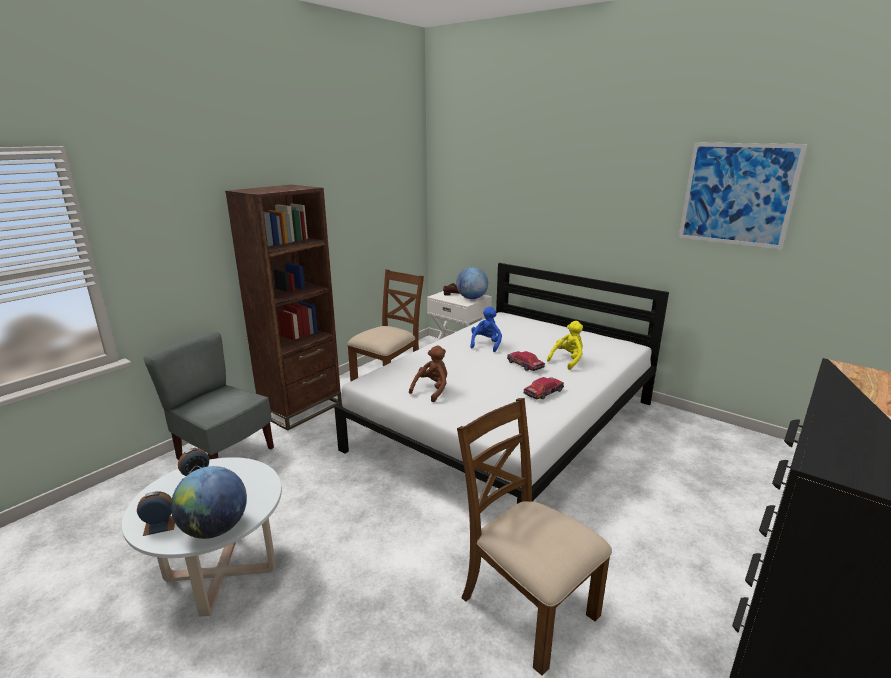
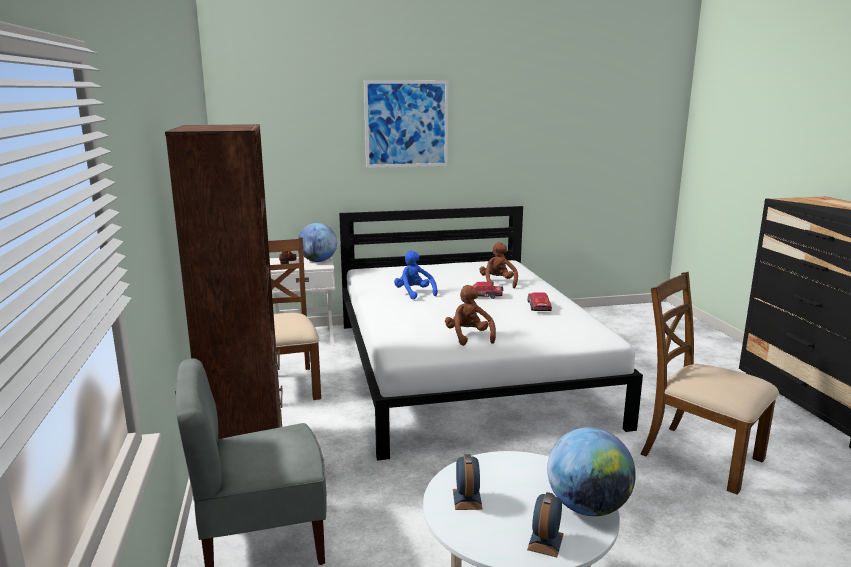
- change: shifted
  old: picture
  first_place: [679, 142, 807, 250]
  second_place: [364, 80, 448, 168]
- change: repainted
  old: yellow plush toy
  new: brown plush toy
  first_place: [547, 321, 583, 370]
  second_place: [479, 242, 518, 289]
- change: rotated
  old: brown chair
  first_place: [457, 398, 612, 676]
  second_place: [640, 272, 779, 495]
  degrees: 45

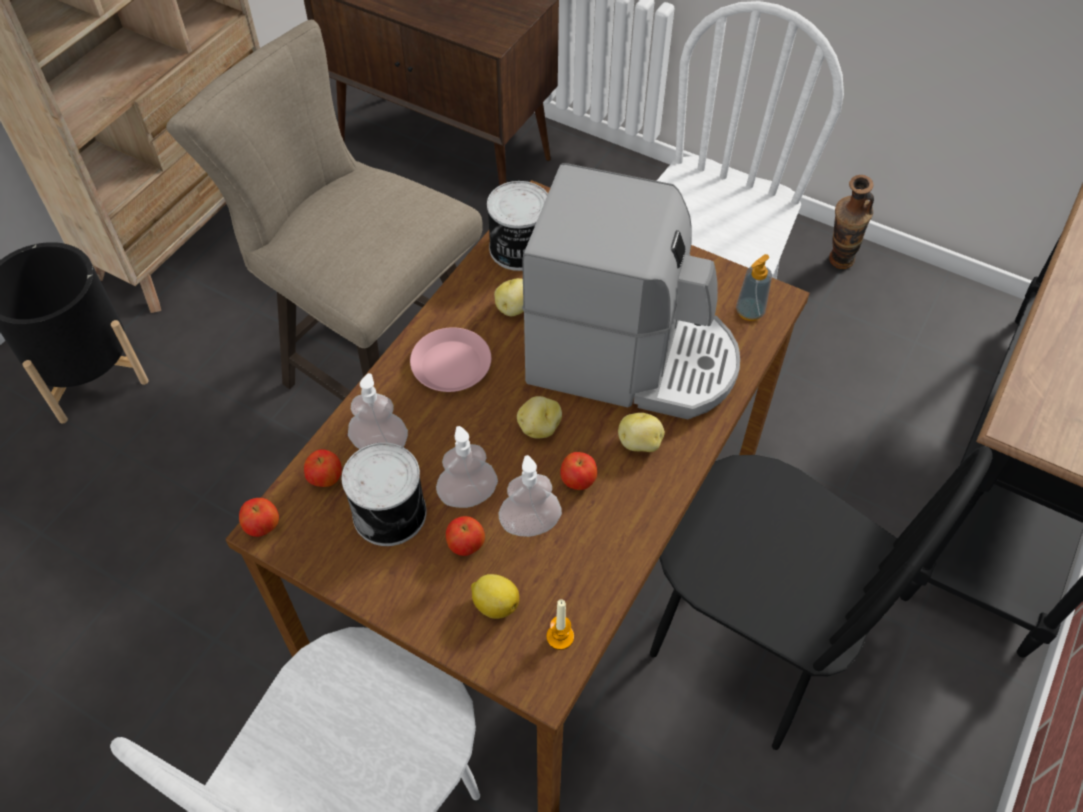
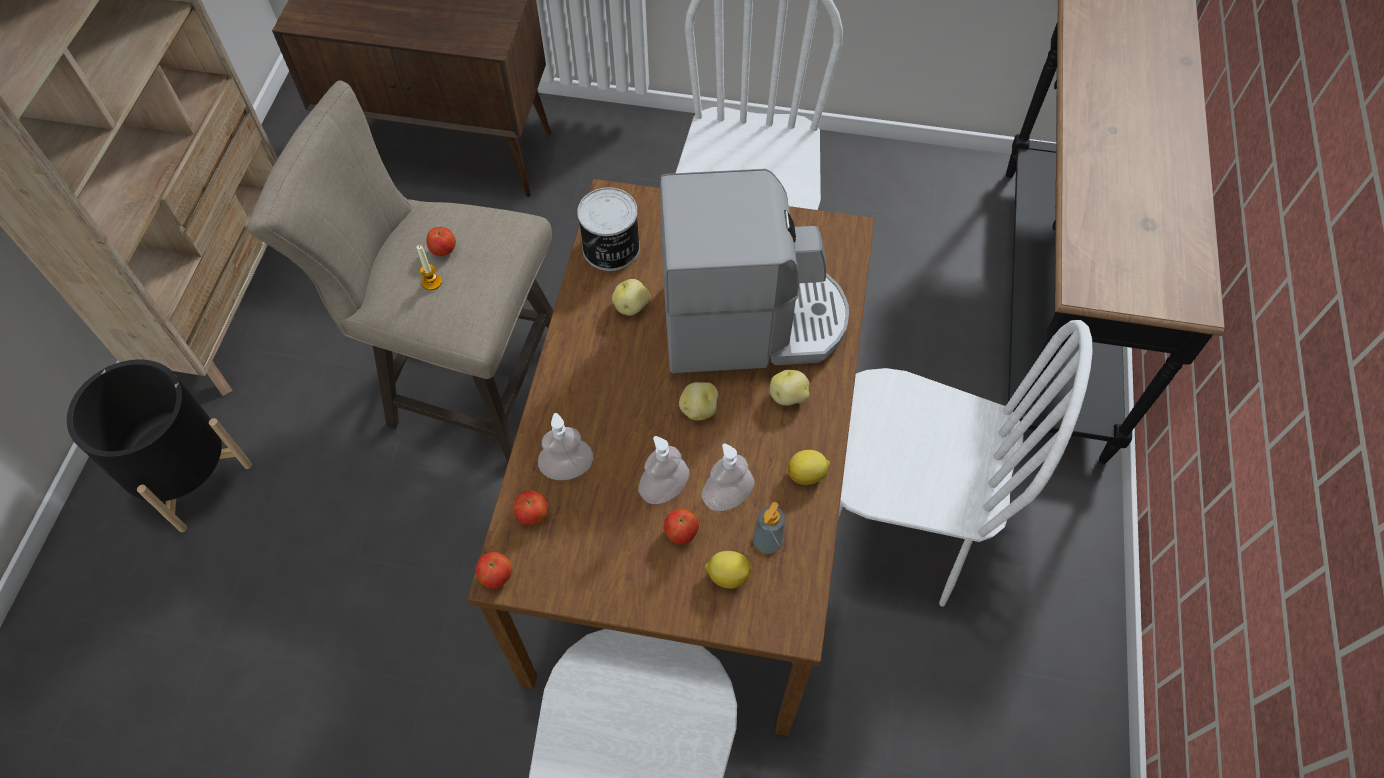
- change: gone
  old: can
  first_place: [342, 442, 427, 546]
- change: gone
  old: pink plate
  first_place: [410, 327, 491, 392]
- change: gone
  old: vase
  first_place: [829, 175, 874, 269]
- change: new
  new: lemon
  second_place: [788, 450, 830, 485]
- change: shifted
  old: candle
  first_place: [546, 600, 574, 650]
  second_place: [417, 245, 442, 290]
- change: shifted
  old: apple
  first_place: [560, 452, 597, 490]
  second_place: [426, 227, 456, 256]
- change: shifted
  old: soap dispenser
  first_place: [736, 254, 772, 321]
  second_place: [753, 502, 785, 554]
- change: repainted
  old: black chair
  new: white chair
  first_place: [650, 446, 992, 750]
  second_place: [838, 320, 1093, 607]

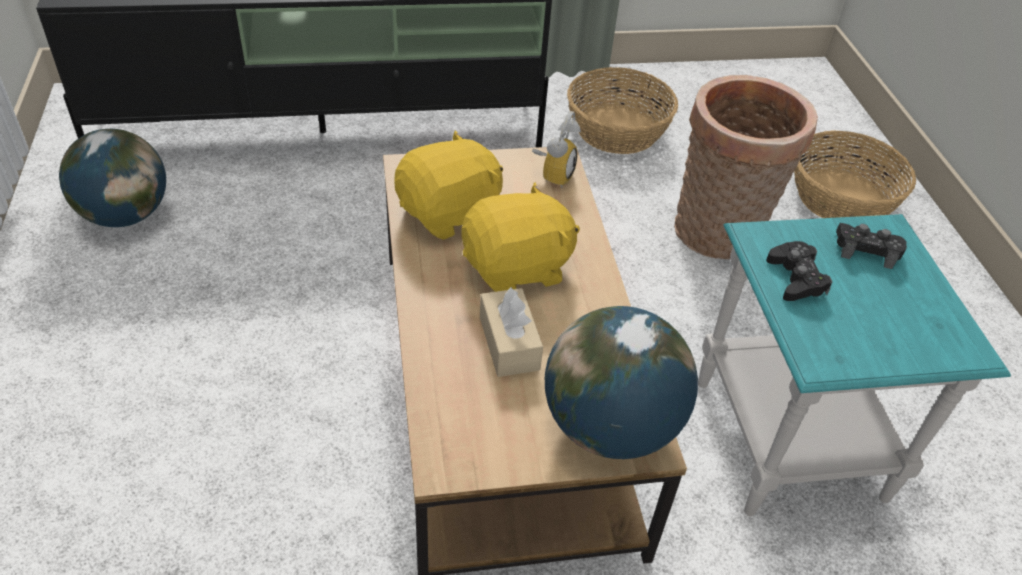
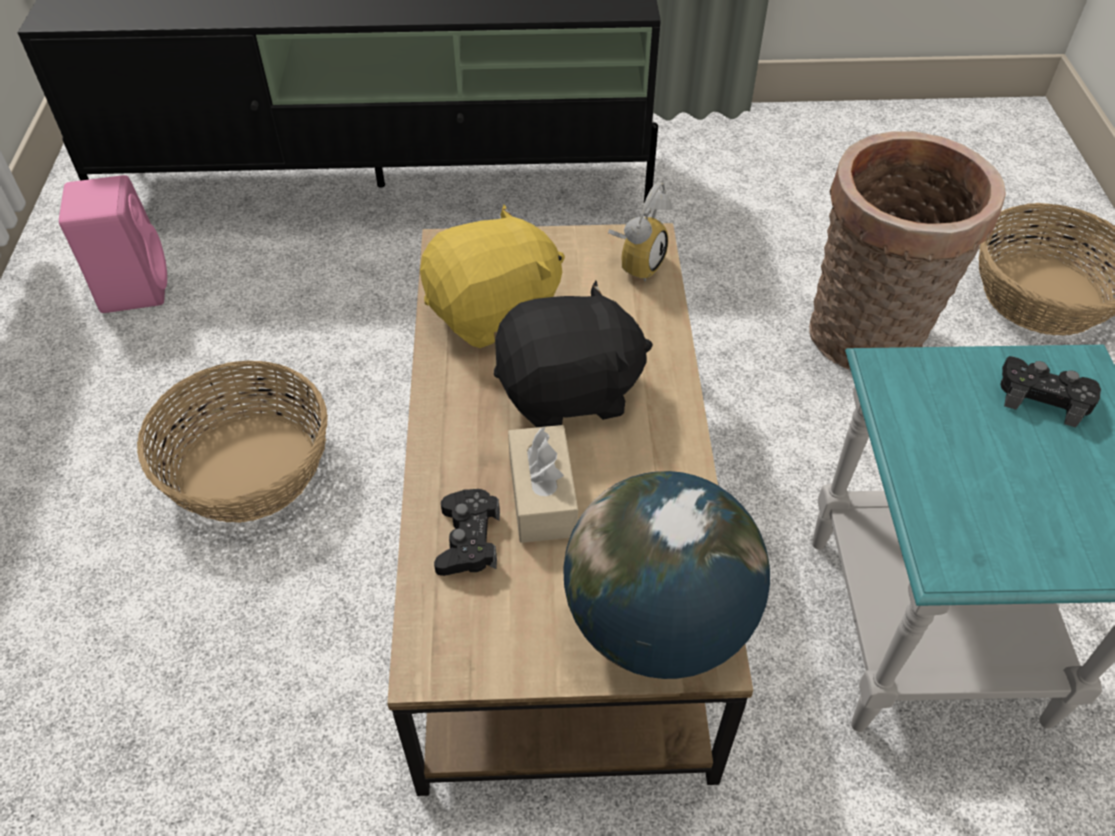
- change: shifted
  old: basket
  first_place: [567, 67, 678, 154]
  second_place: [137, 361, 328, 523]
- change: shifted
  old: black game controller
  first_place: [766, 241, 833, 301]
  second_place: [434, 489, 500, 576]
- change: swapped
  old: globe
  new: pink speaker
  first_place: [59, 129, 166, 227]
  second_place: [59, 175, 167, 313]
- change: repainted
  old: yellow plush toy
  new: black plush toy
  first_place: [462, 182, 580, 292]
  second_place: [494, 281, 653, 427]

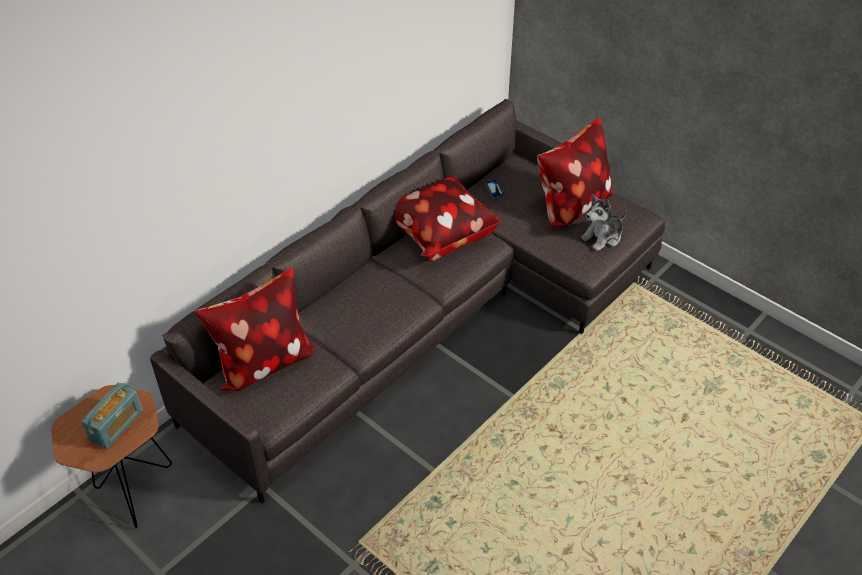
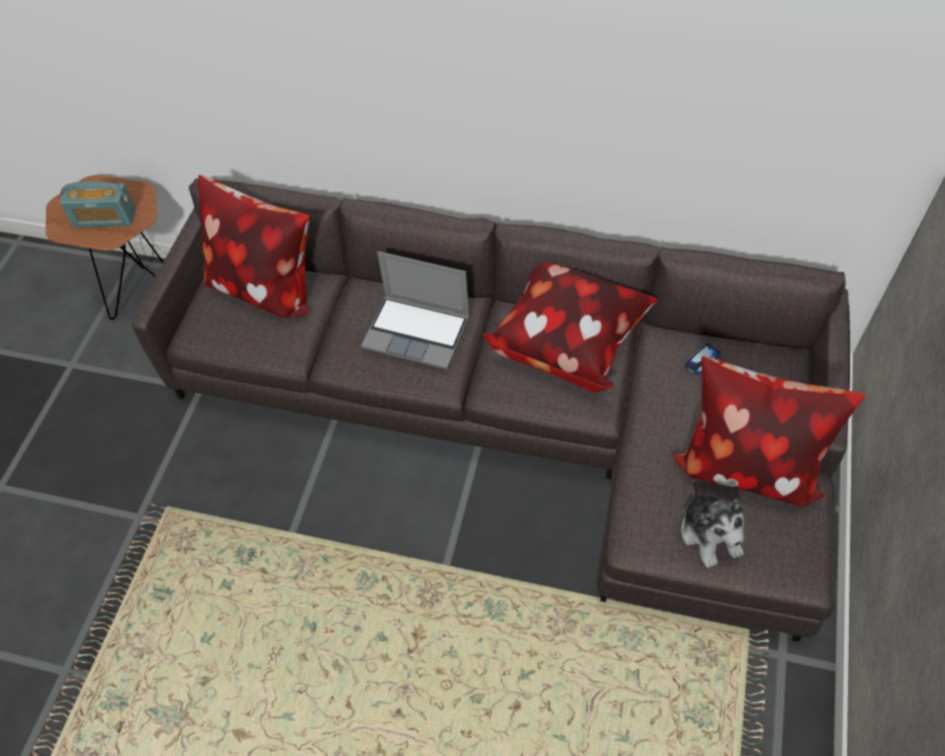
- change: new
  new: laptop
  second_place: [361, 251, 470, 370]
- change: rotated
  old: plush toy
  first_place: [581, 194, 626, 251]
  second_place: [681, 479, 744, 568]
  degrees: -135

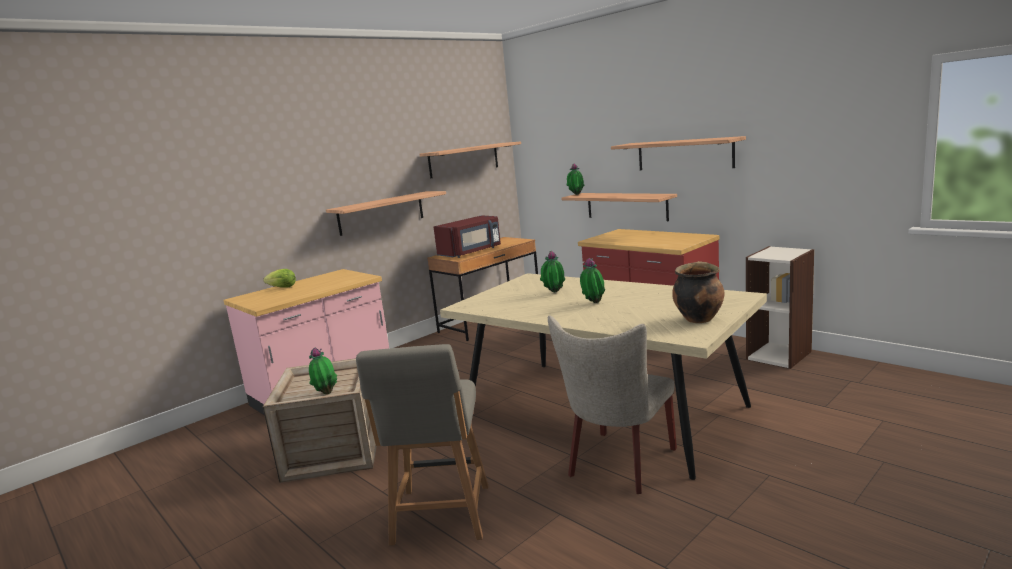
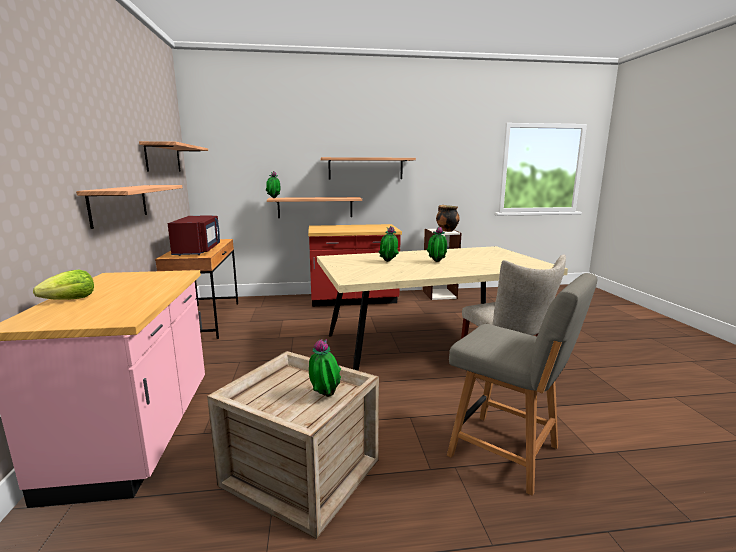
- change: shifted
  old: cooking pot
  first_place: [672, 261, 724, 323]
  second_place: [436, 205, 460, 232]

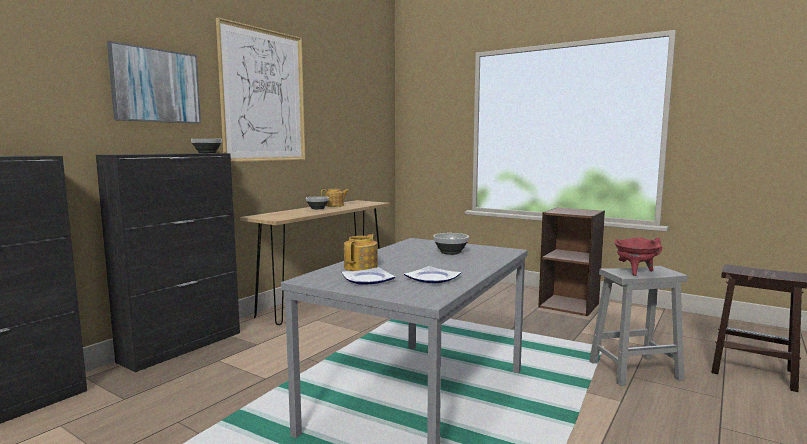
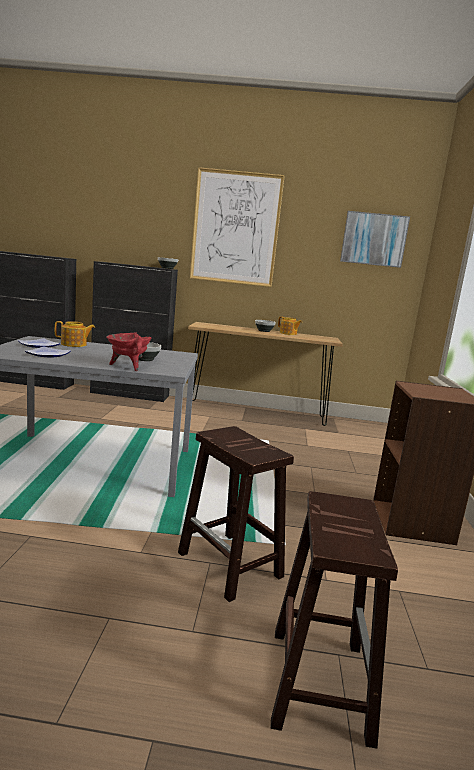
- change: shifted
  old: picture
  first_place: [107, 41, 201, 124]
  second_place: [340, 211, 410, 268]
- change: shifted
  old: red cooking pot
  first_place: [614, 237, 662, 276]
  second_place: [106, 333, 152, 371]
- change: repainted
  old: grey stool
  new: brown stool
  first_place: [589, 266, 687, 386]
  second_place: [178, 426, 294, 602]

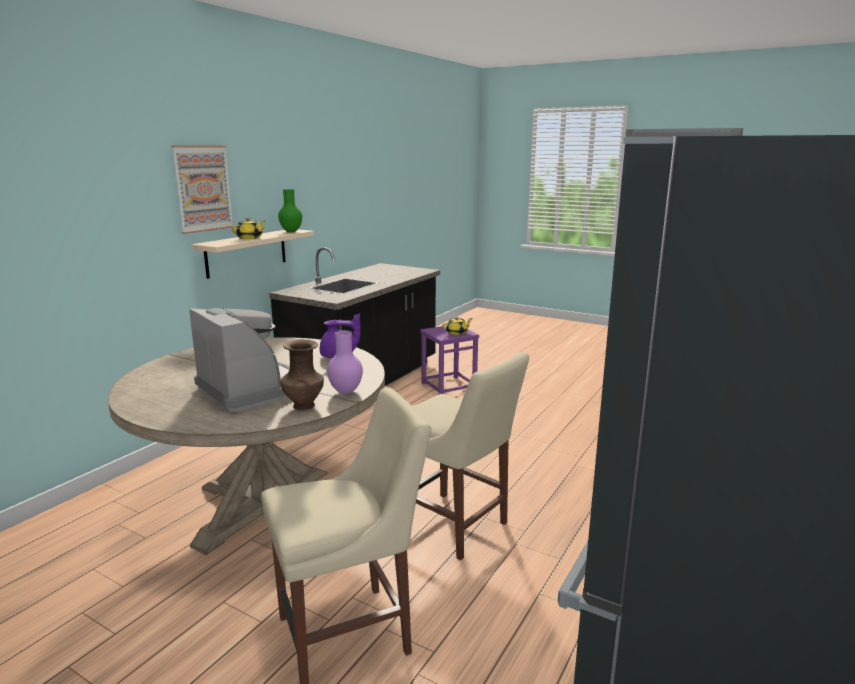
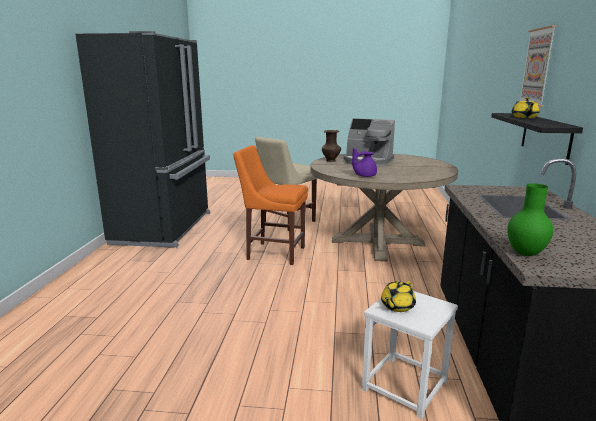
- change: gone
  old: purple vase
  first_place: [327, 330, 363, 394]
- change: shifted
  old: green vase
  first_place: [278, 189, 302, 232]
  second_place: [507, 183, 553, 256]
- change: repainted
  old: beige shelf
  new: black shelf
  first_place: [191, 229, 314, 279]
  second_place: [491, 113, 583, 165]
- change: repainted
  old: beige chair
  new: orange chair
  first_place: [413, 352, 529, 560]
  second_place: [233, 145, 308, 265]
- change: repainted
  old: purple stool
  new: white stool
  first_place: [420, 326, 479, 394]
  second_place: [362, 291, 458, 419]

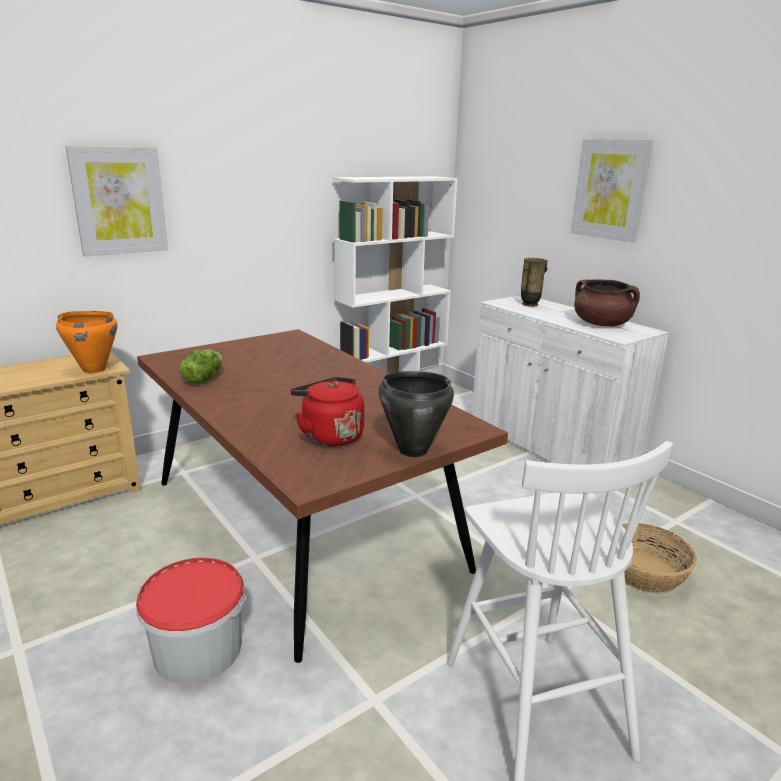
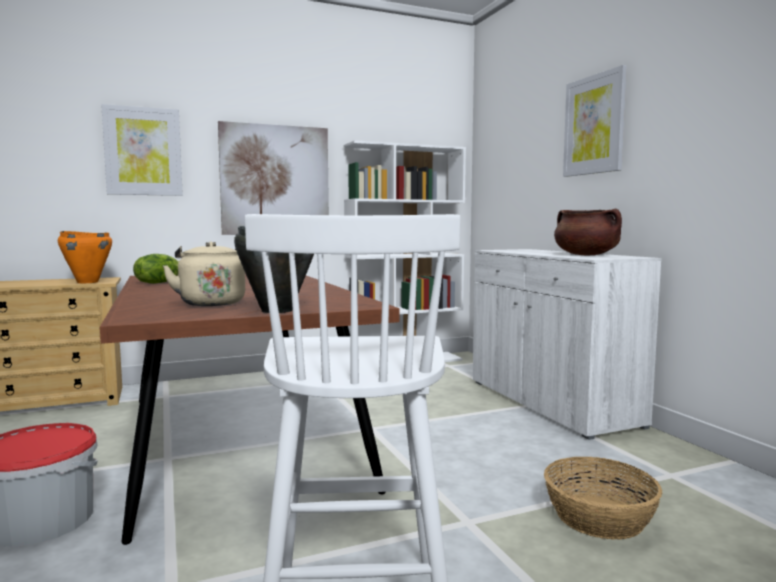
- change: gone
  old: vase
  first_place: [521, 258, 548, 307]
- change: new
  new: picture
  second_place: [218, 121, 329, 235]
- change: repainted
  old: red kettle
  new: beige kettle
  first_place: [290, 377, 364, 447]
  second_place: [162, 241, 245, 306]

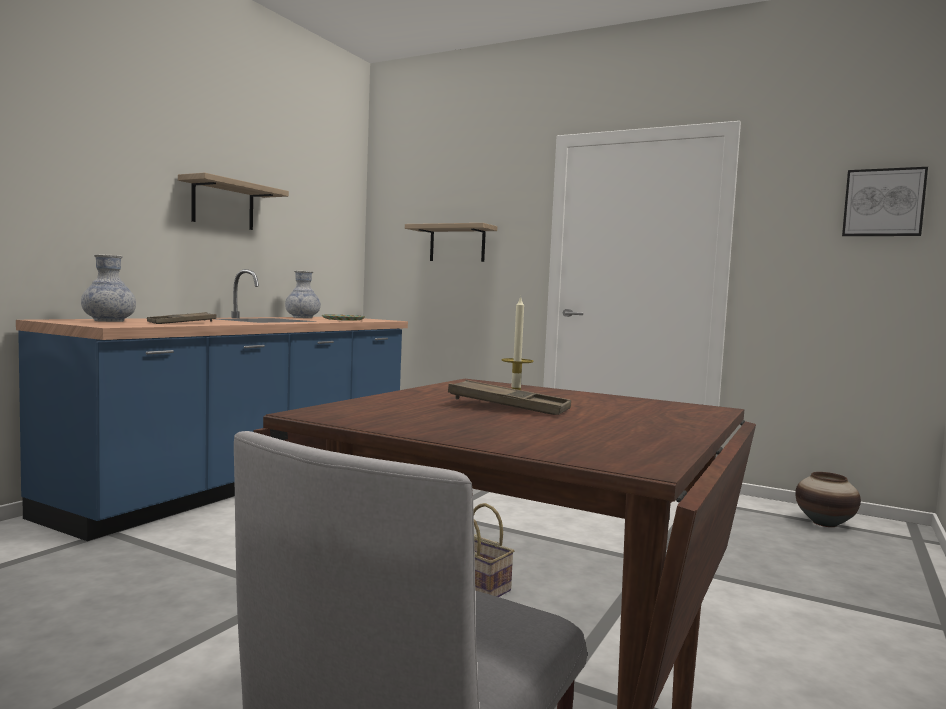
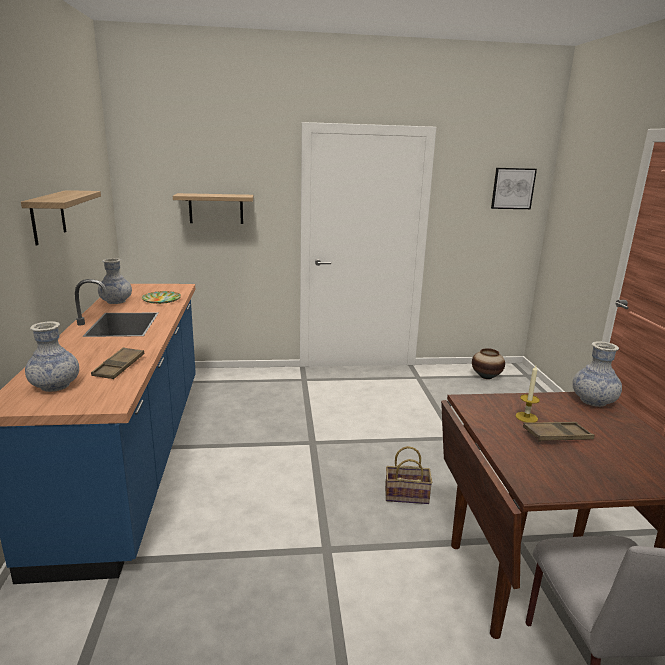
- change: new
  new: vase
  second_place: [572, 341, 622, 407]

